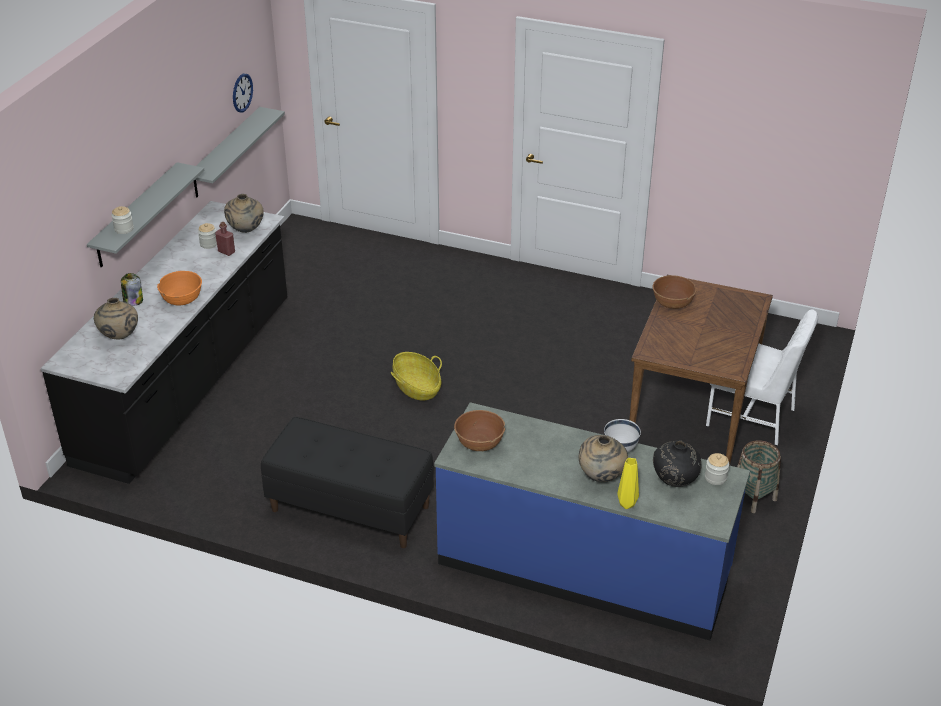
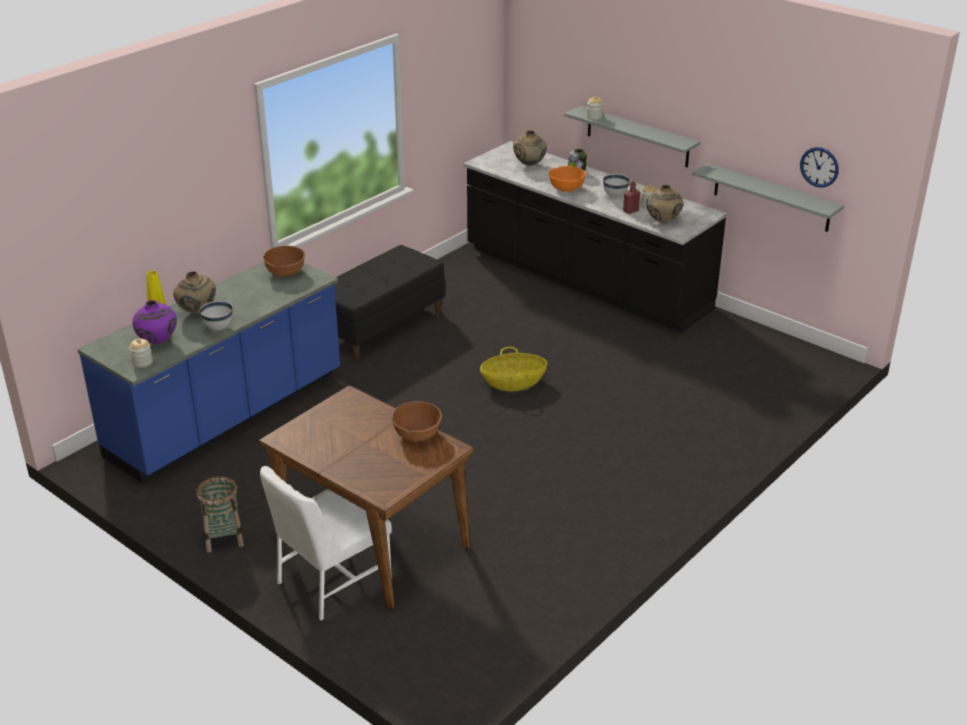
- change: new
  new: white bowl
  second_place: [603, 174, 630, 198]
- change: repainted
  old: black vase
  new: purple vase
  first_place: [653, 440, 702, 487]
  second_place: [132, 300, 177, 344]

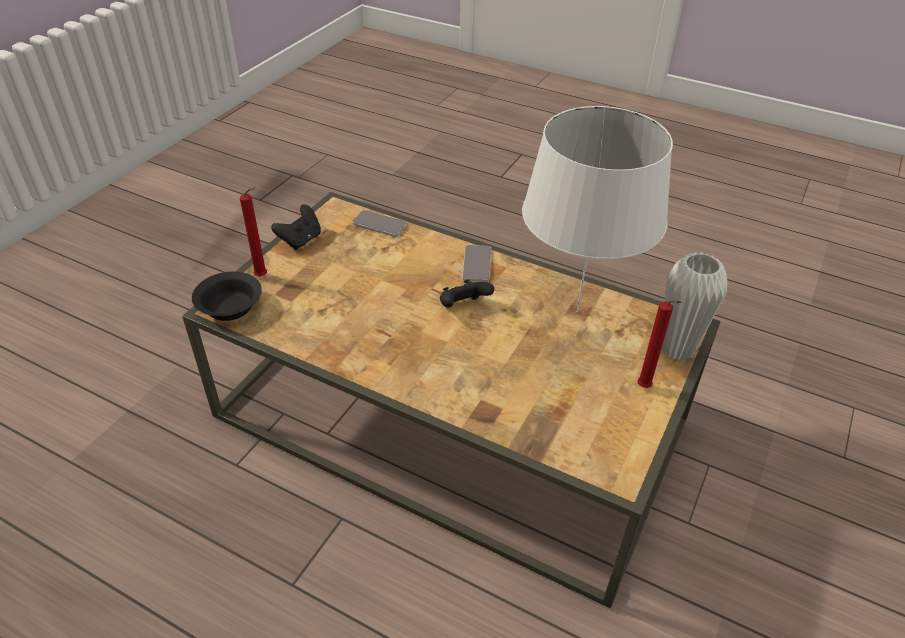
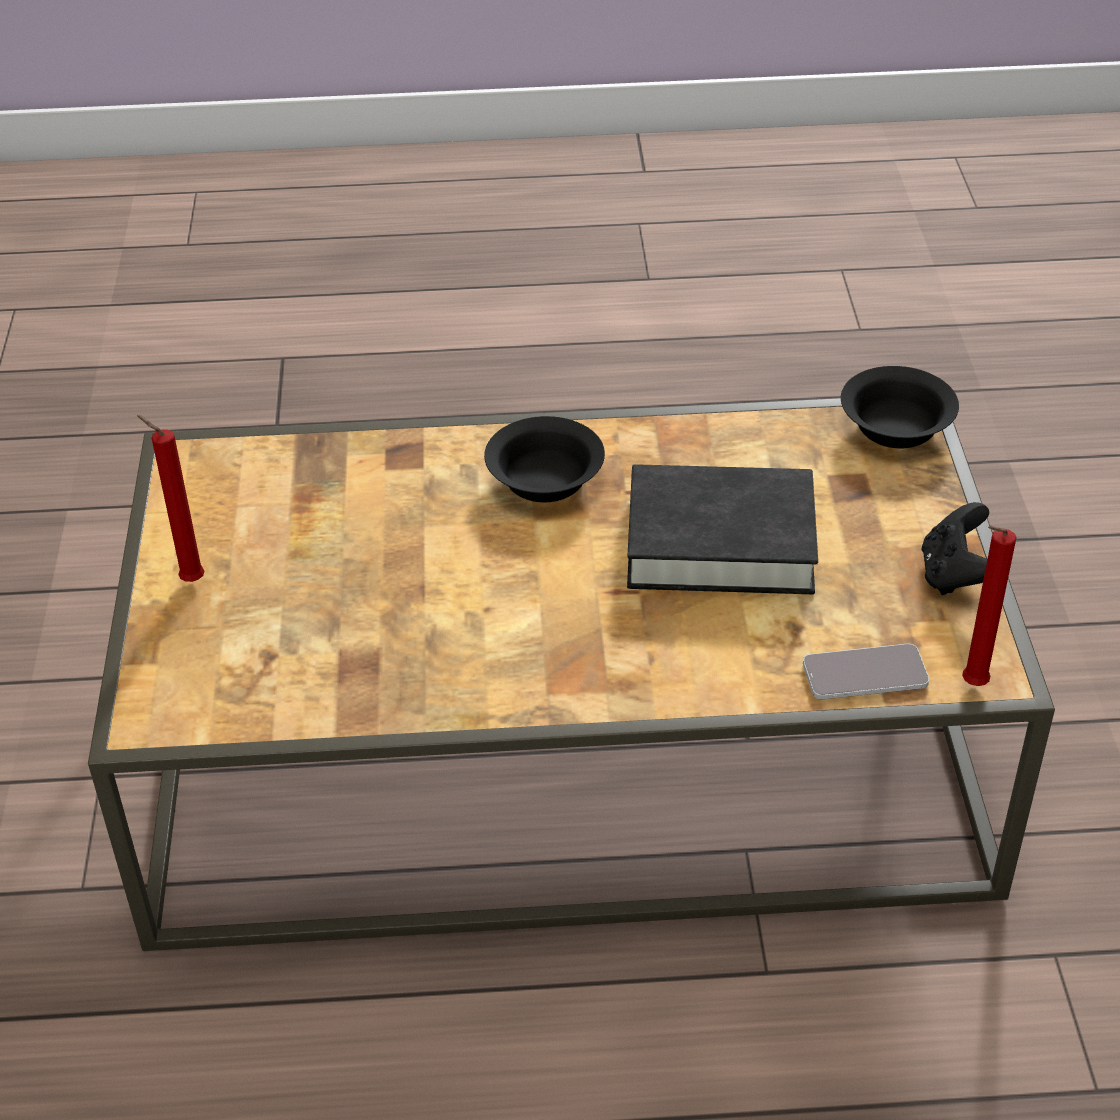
- change: gone
  old: black game controller
  first_place: [440, 280, 494, 307]
- change: gone
  old: phone
  first_place: [462, 245, 491, 282]
- change: gone
  old: white table lamp
  first_place: [522, 106, 673, 312]
- change: gone
  old: white vase
  first_place: [661, 252, 727, 360]
- change: new
  new: black bowl
  second_place: [484, 416, 605, 502]
- change: new
  new: black book
  second_place: [627, 464, 818, 594]
- change: shifted
  old: red candle
  first_place: [240, 187, 267, 276]
  second_place: [962, 526, 1017, 686]

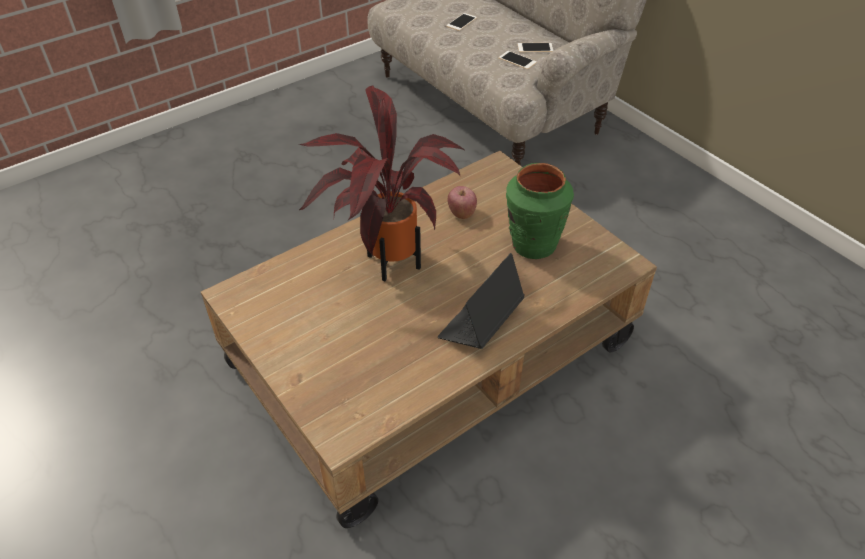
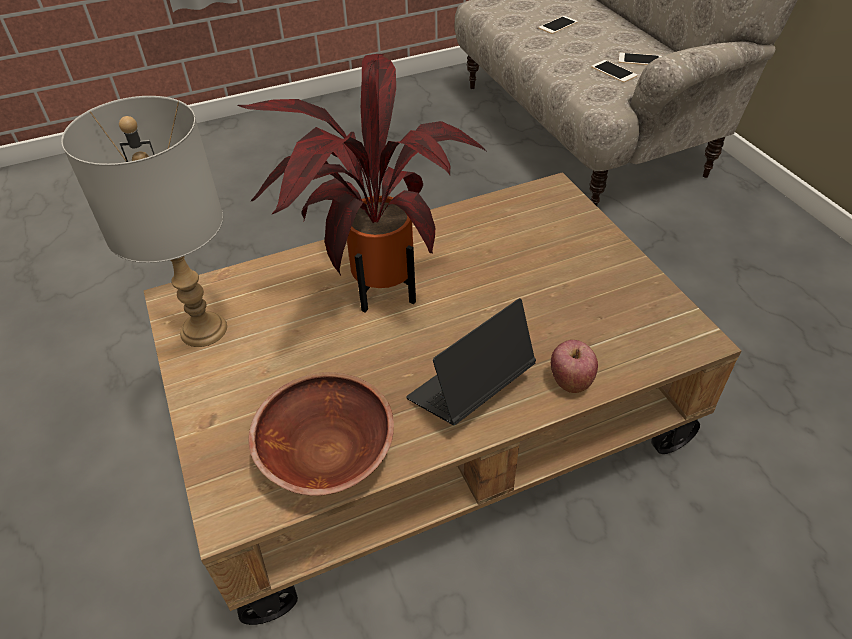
- change: gone
  old: green vase
  first_place: [506, 163, 574, 259]
- change: new
  new: grey table lamp
  second_place: [61, 96, 227, 347]
- change: new
  new: brown bowl
  second_place: [249, 372, 394, 496]
- change: shifted
  old: apple
  first_place: [448, 186, 477, 219]
  second_place: [551, 340, 598, 393]

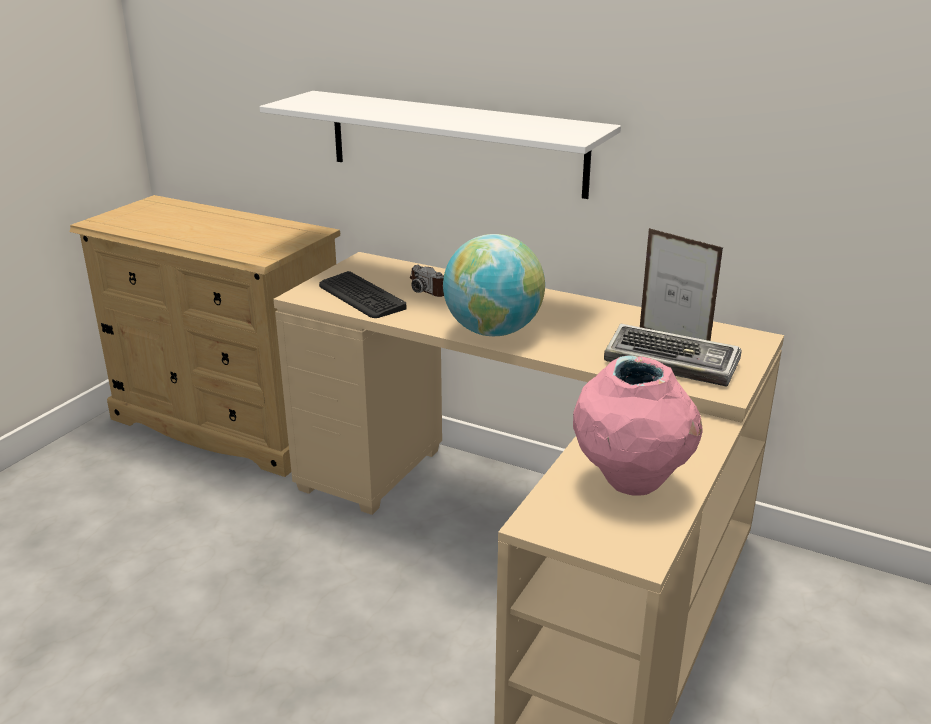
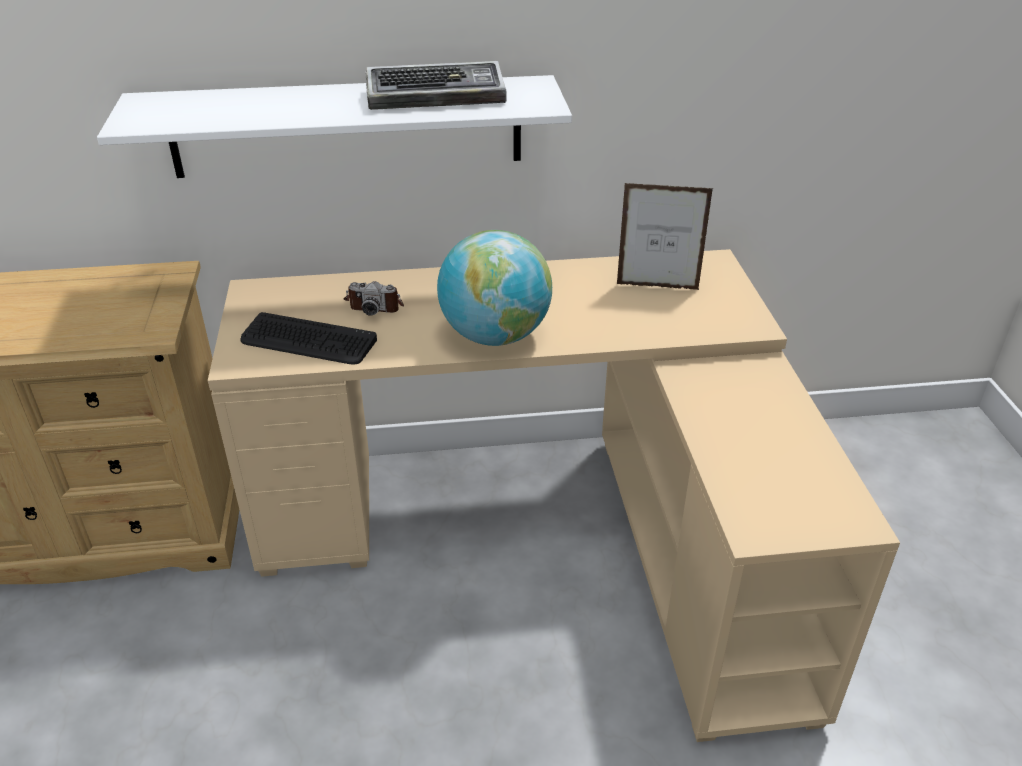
- change: gone
  old: pink vase
  first_place: [573, 355, 703, 496]
- change: shifted
  old: keyboard
  first_place: [604, 323, 742, 387]
  second_place: [365, 61, 507, 110]

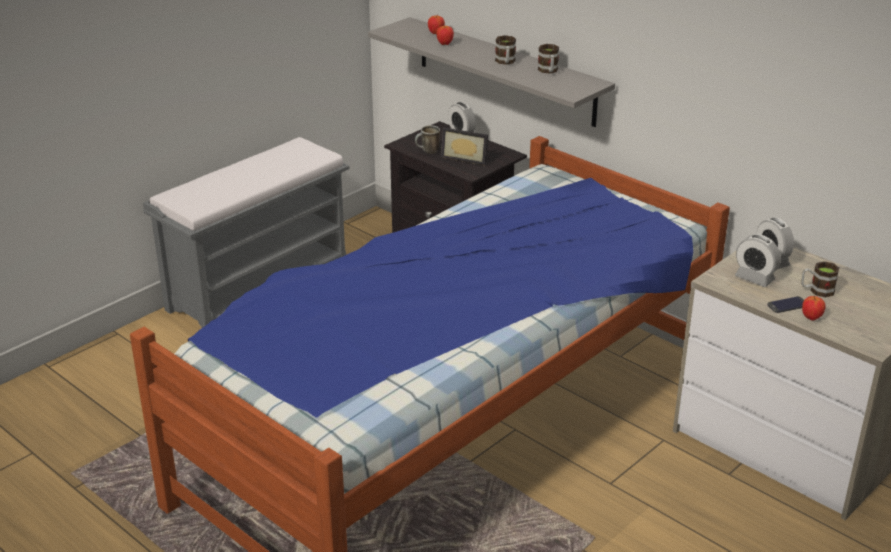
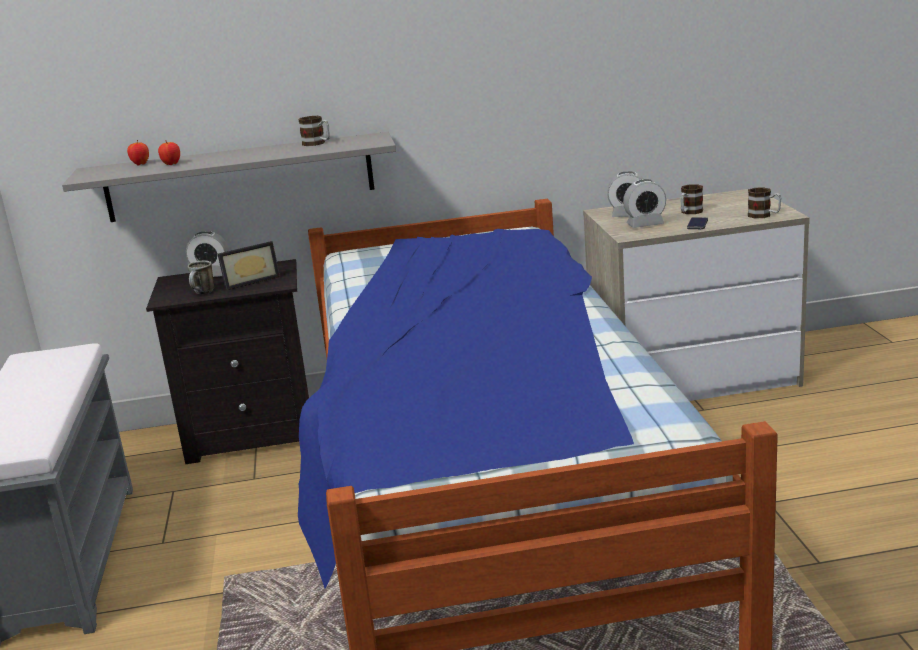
- change: gone
  old: apple
  first_place: [802, 295, 826, 321]
- change: shifted
  old: mug
  first_place: [495, 35, 516, 65]
  second_place: [748, 187, 781, 218]

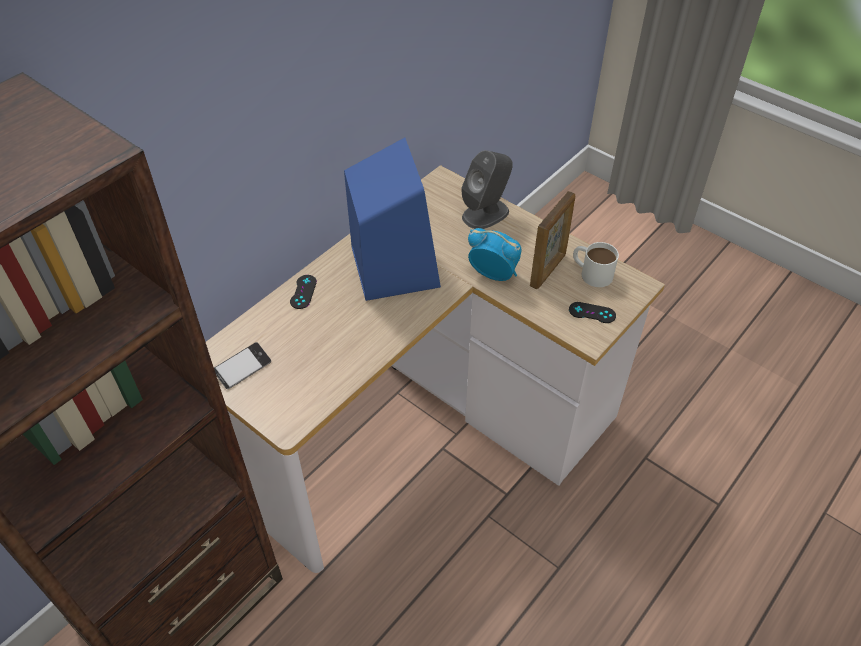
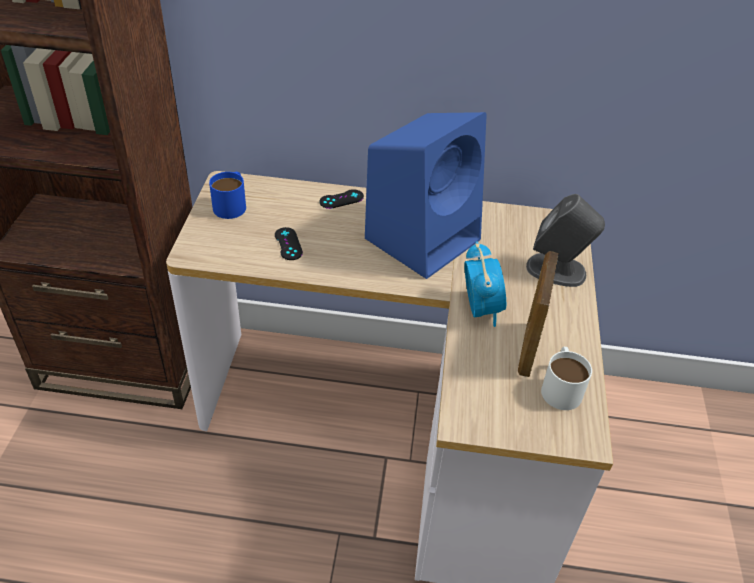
- change: shifted
  old: black game controller
  first_place: [569, 302, 616, 323]
  second_place: [275, 227, 303, 260]
- change: swapped
  old: phone
  new: blue mug
  first_place: [214, 342, 271, 389]
  second_place: [209, 172, 246, 219]
- change: rotated
  old: picture frame
  first_place: [530, 191, 575, 289]
  second_place: [518, 251, 558, 377]
  degrees: 105

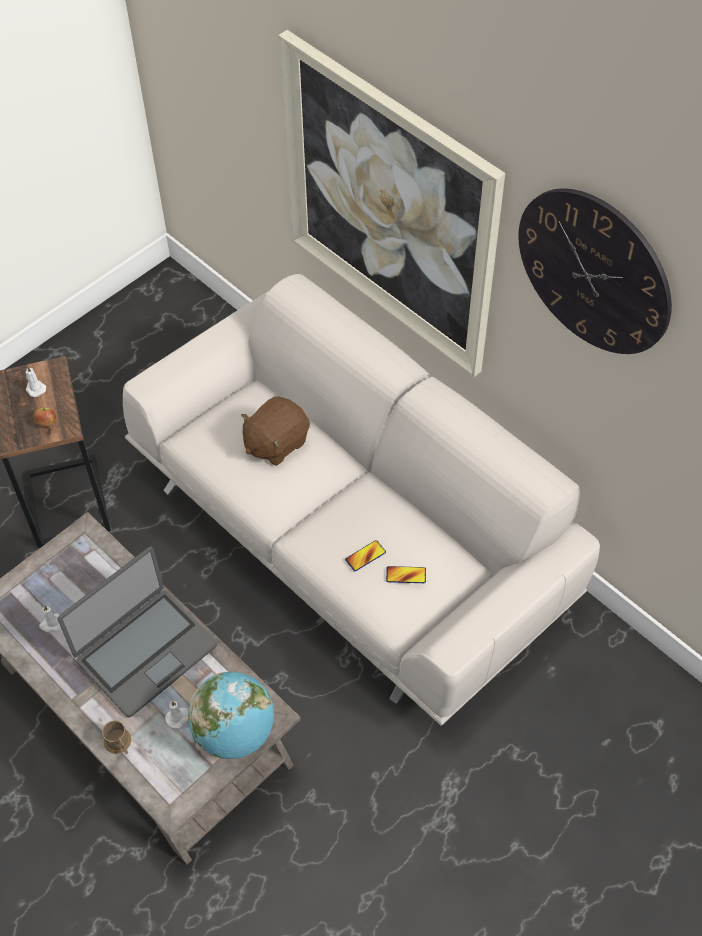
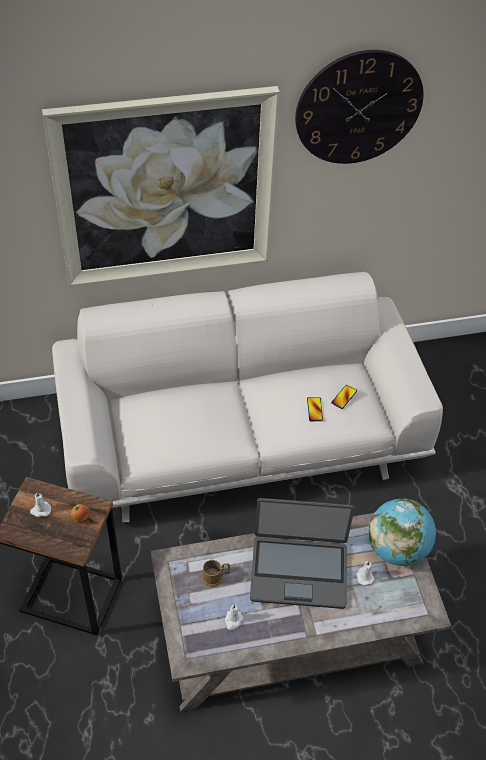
- change: gone
  old: brown plush toy
  first_place: [241, 396, 310, 466]
- change: shifted
  old: brown mug
  first_place: [102, 720, 131, 754]
  second_place: [201, 560, 230, 587]
- change: rotated
  old: laptop
  first_place: [57, 546, 217, 718]
  second_place: [250, 498, 355, 609]
  degrees: 105

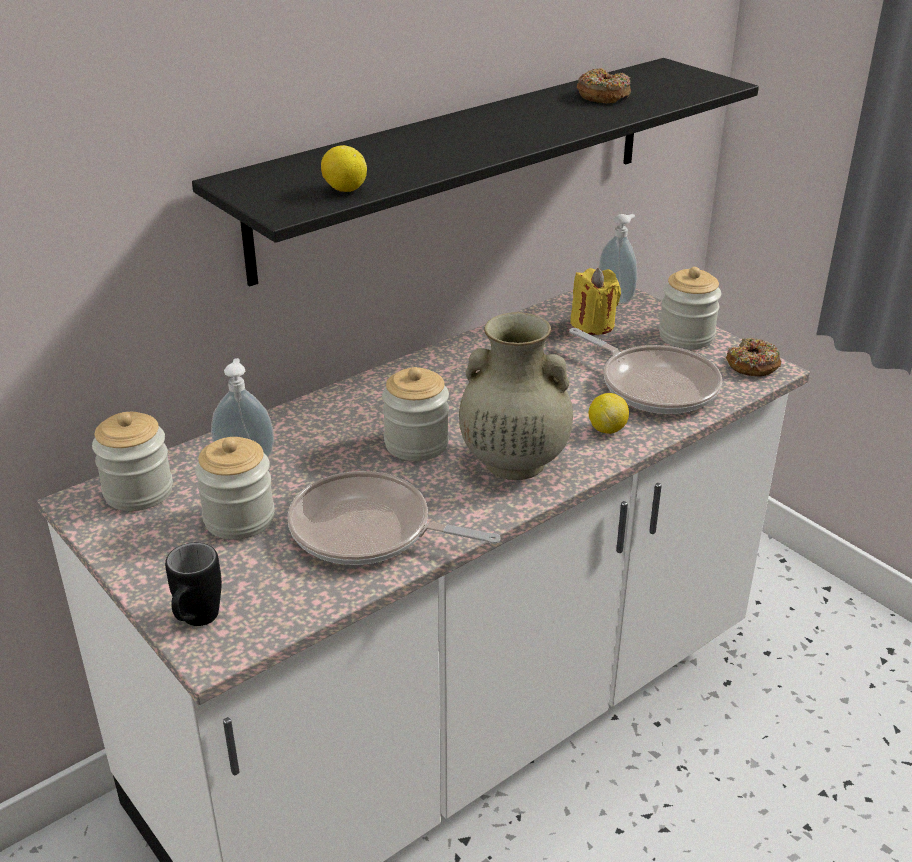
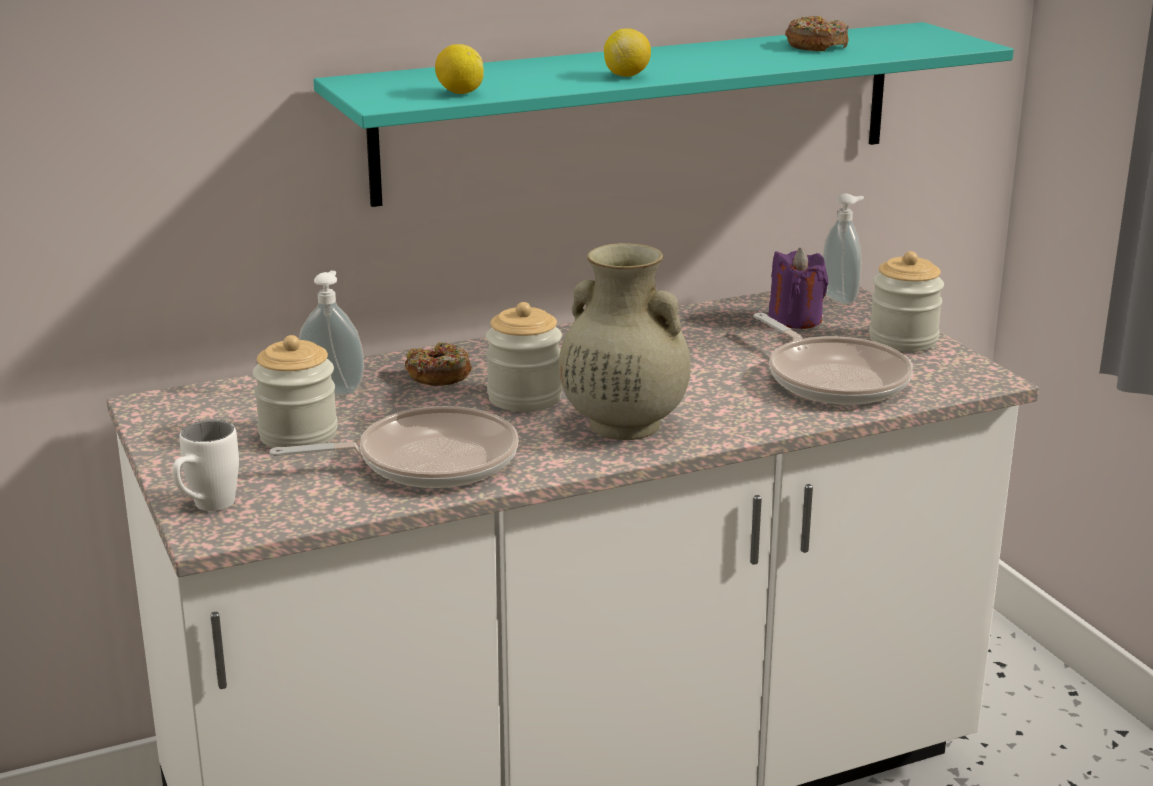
- change: gone
  old: jar
  first_place: [92, 412, 173, 511]
- change: shifted
  old: lemon
  first_place: [589, 393, 629, 434]
  second_place: [604, 28, 651, 77]
- change: shifted
  old: donut
  first_place: [726, 338, 781, 377]
  second_place: [405, 342, 472, 386]
- change: repainted
  old: black mug
  new: white mug
  first_place: [165, 543, 222, 626]
  second_place: [172, 420, 239, 511]
- change: repainted
  old: black shelf
  new: turquoise shelf
  first_place: [192, 58, 759, 287]
  second_place: [313, 22, 1014, 207]
- change: repainted
  old: yellow candle
  new: purple candle
  first_place: [570, 268, 621, 335]
  second_place: [769, 248, 828, 329]
- change: rotated
  old: frying pan
  first_place: [287, 471, 501, 565]
  second_place: [269, 406, 519, 488]
  degrees: 135

